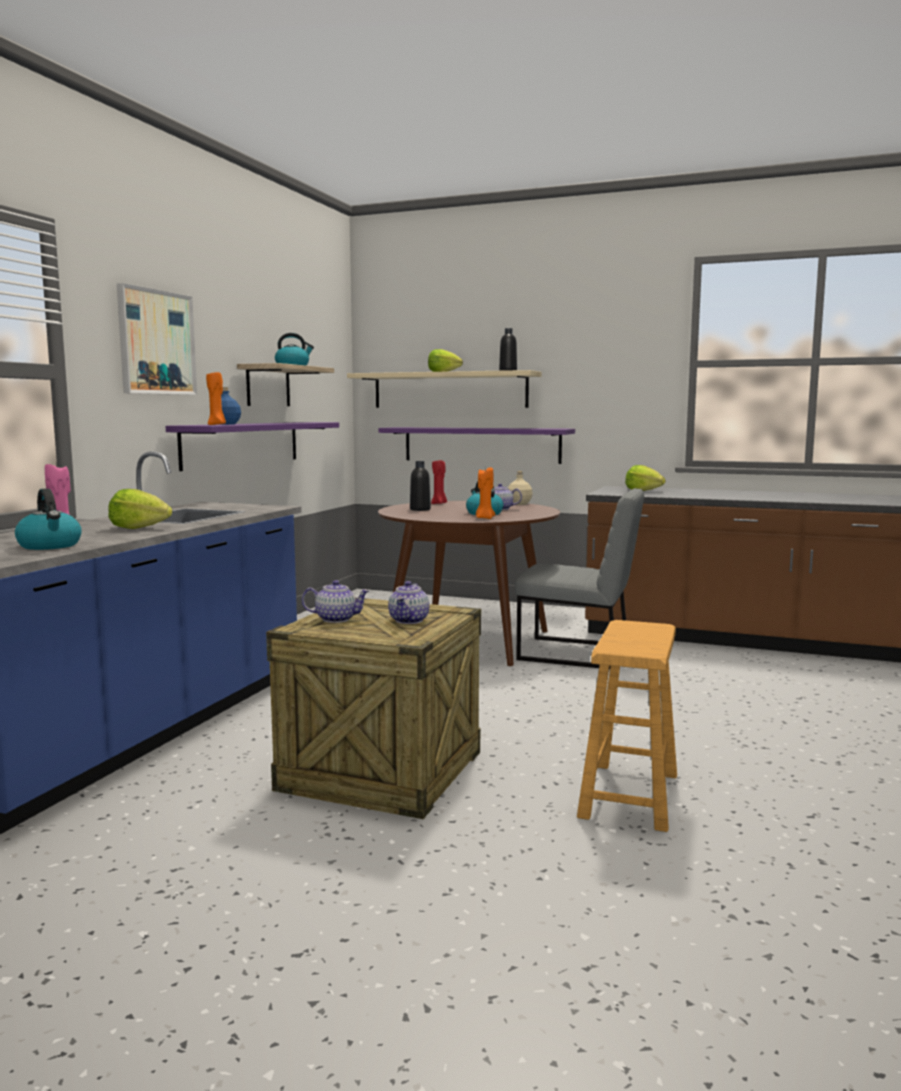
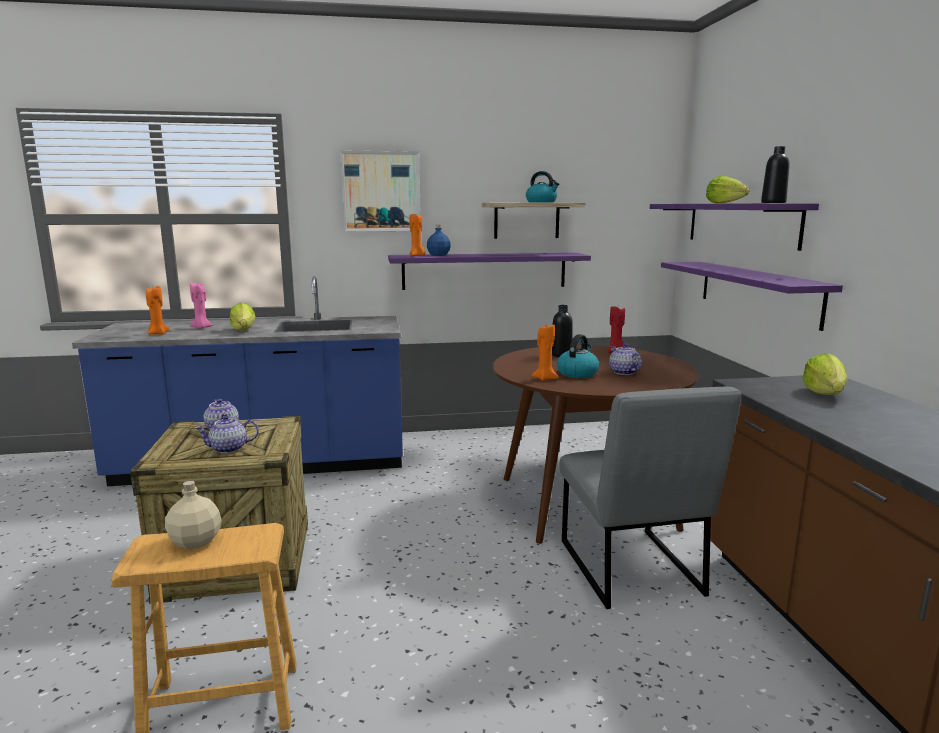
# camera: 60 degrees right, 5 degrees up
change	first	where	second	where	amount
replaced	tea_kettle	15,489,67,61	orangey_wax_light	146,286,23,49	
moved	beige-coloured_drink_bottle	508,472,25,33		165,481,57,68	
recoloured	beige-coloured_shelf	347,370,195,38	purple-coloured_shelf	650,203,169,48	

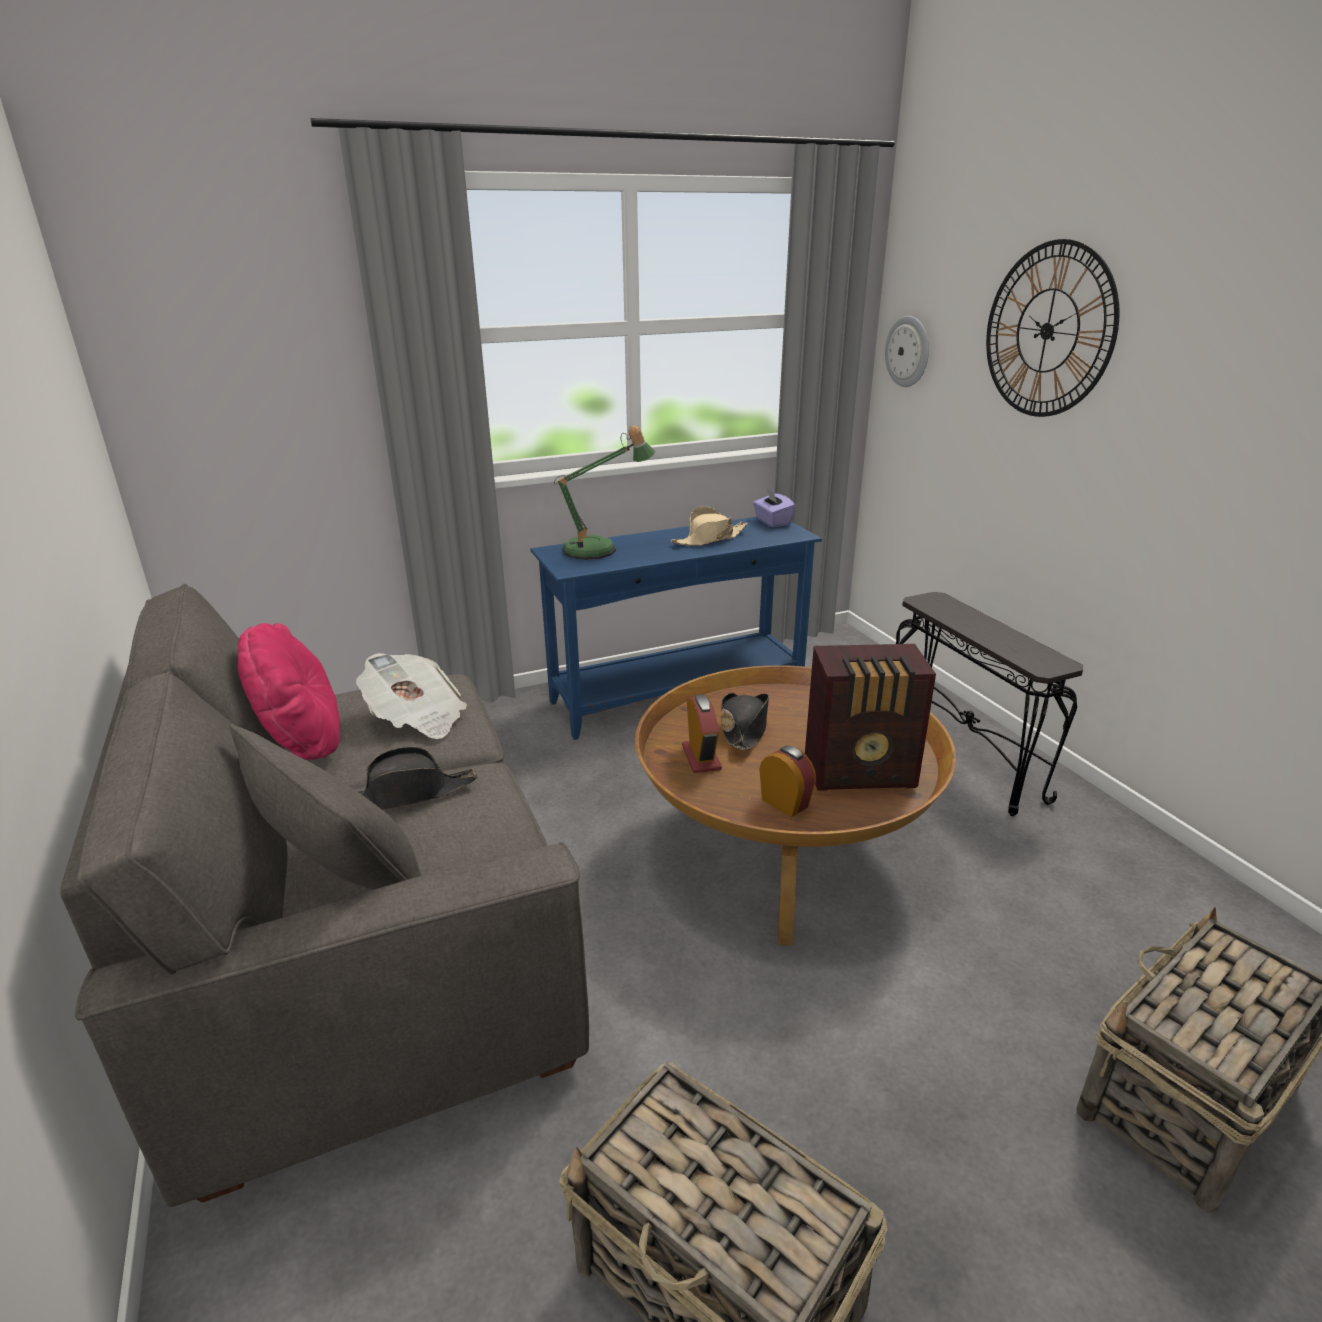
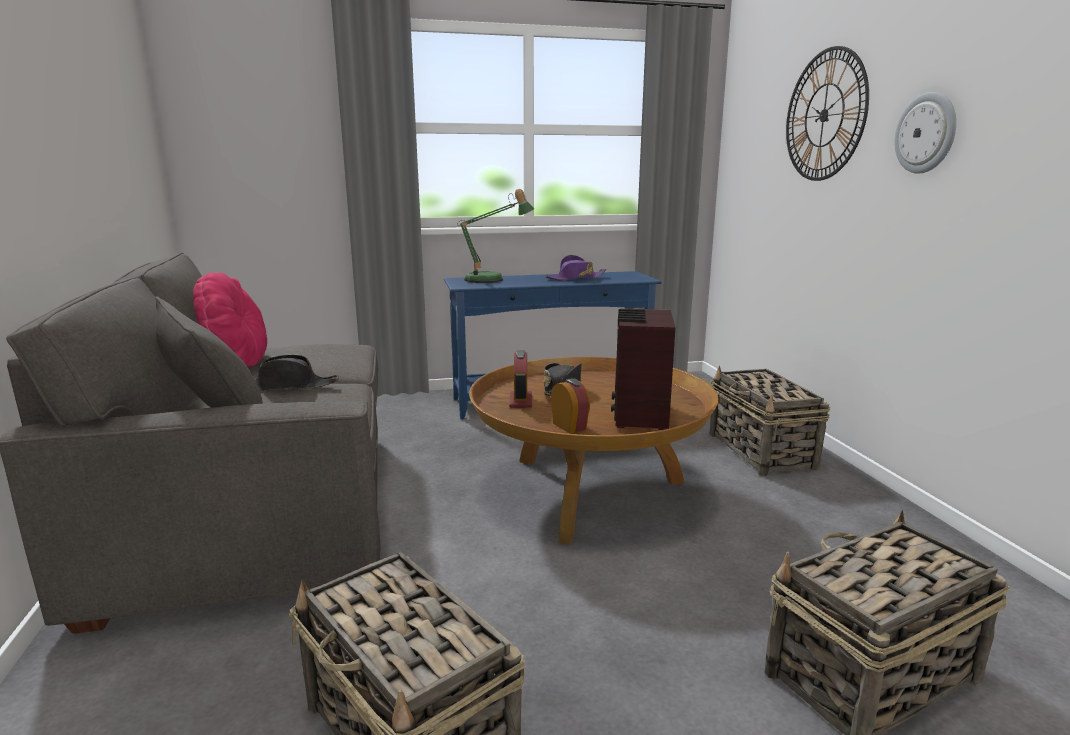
# camera: 10 degrees right, 10 degrees down
change	first	where	second	where	amount
recoloured	beige-coloured_clothing_hat	671,506,77,40	purple-coloured_clothing_hat	544,255,62,26	
turned	radio	805,644,131,147		611,308,64,122	90 degrees clockwise
replaced	black-coloured_side_table	896,592,187,224	basket	709,365,121,111	
moved	clock_on_the_wall	885,316,44,71		894,92,62,82	
removed	printed_paper	356,653,111,86			
removed	purple-coloured_tissue_holder	753,489,42,38			

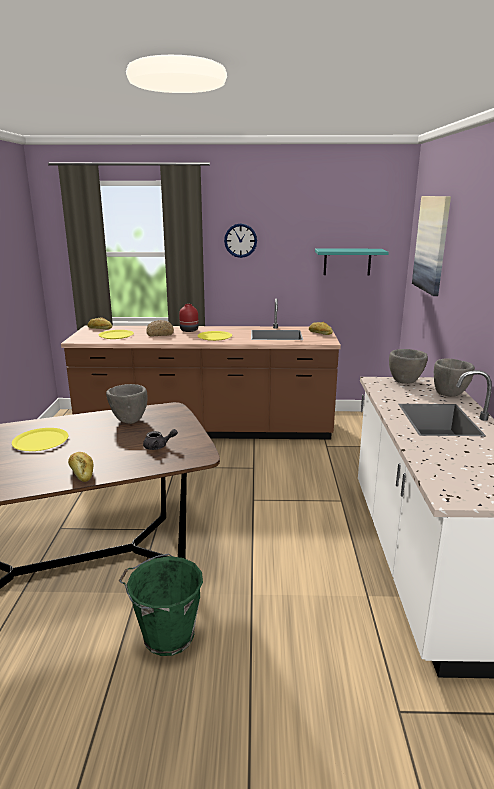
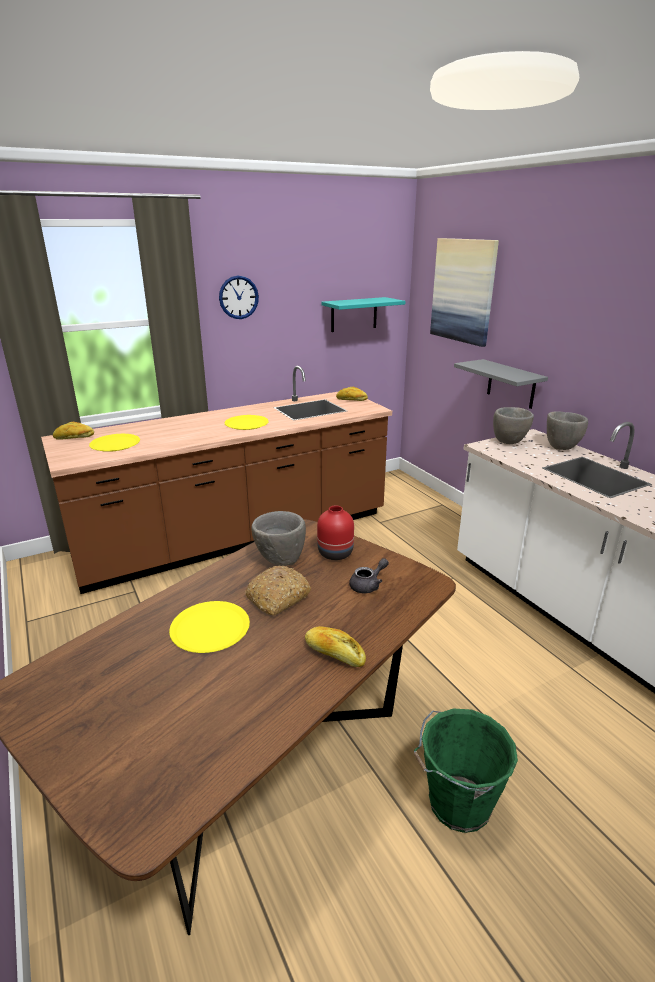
# camera: 30 degrees left, 5 degrees up
change	first	where	second	where	amount
moved	baked_bread	146,320,28,16		245,565,66,50	
moved	red_flower_vase	179,304,20,28		317,505,37,55	
added			grey_shelf	454,359,94,50	

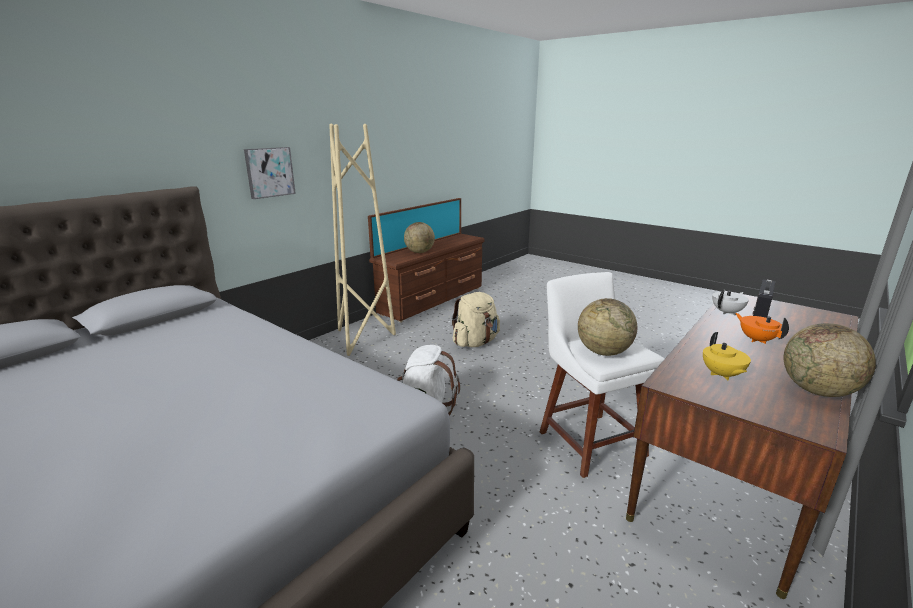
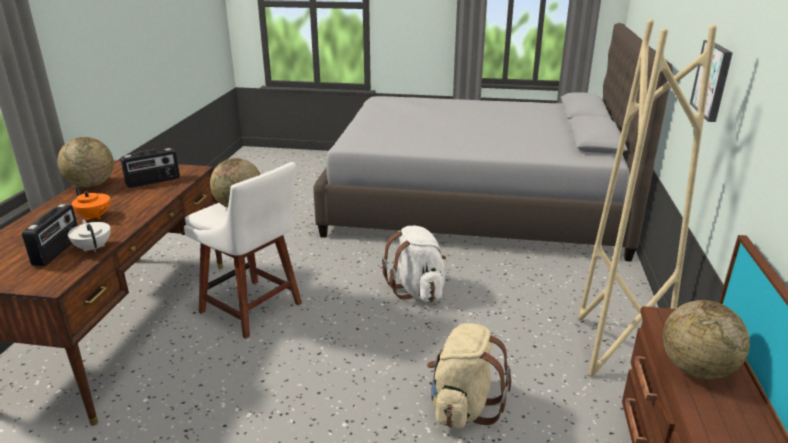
# camera: 150 degrees right, 5 degrees up
change	first	where	second	where	amount
turned	whitish_teapot	712,289,37,26		68,220,43,32	120 degrees clockwise
replaced	yellowish_teapot	703,332,48,49	radio	120,148,60,40	

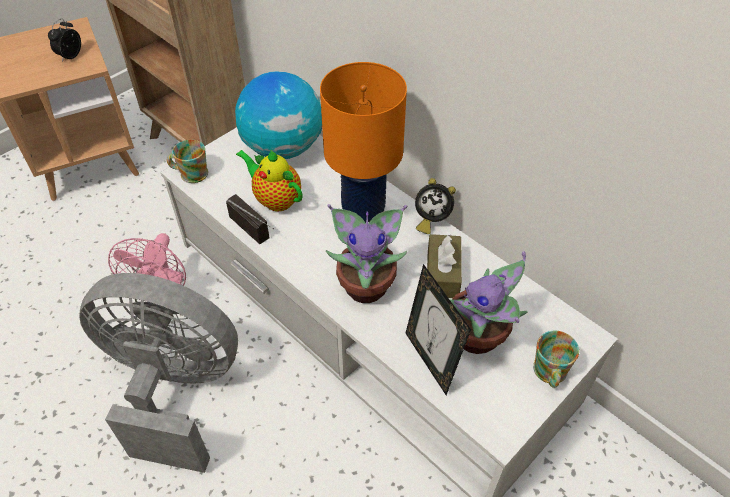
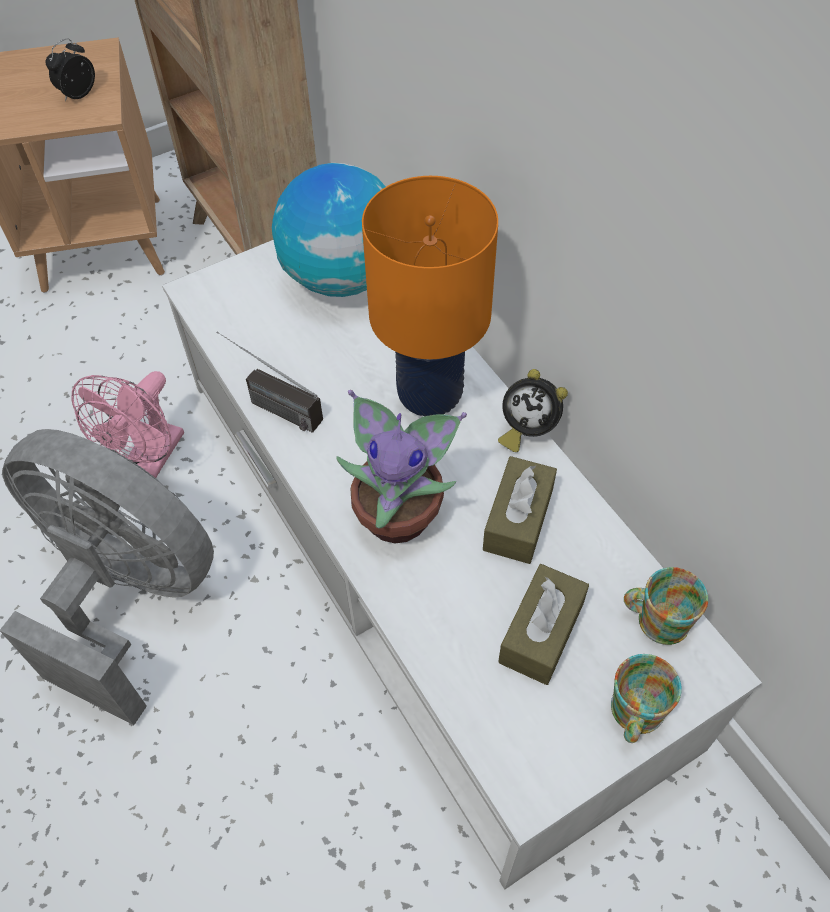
# camera: 15 degrees right, 5 degrees up
change	first	where	second	where	amount
turned	radio	226,194,48,50		216,331,107,102	150 degrees clockwise
replaced	houseplant	450,252,77,102	brown_tissue_holder	498,564,91,121	
moved	mug	167,140,41,43		624,567,84,78	
removed	teapot	236,149,66,63			
removed	standing_frame	406,264,65,131			

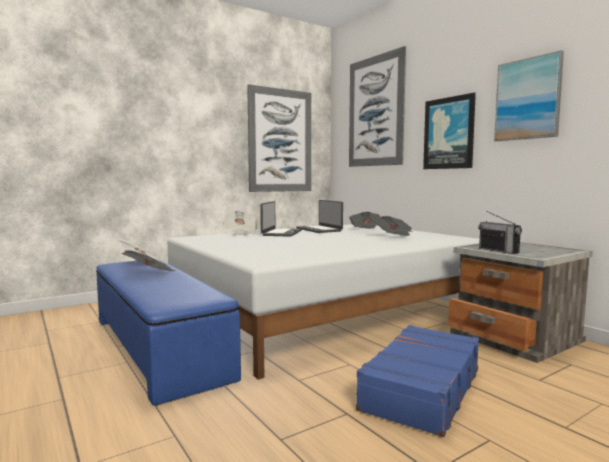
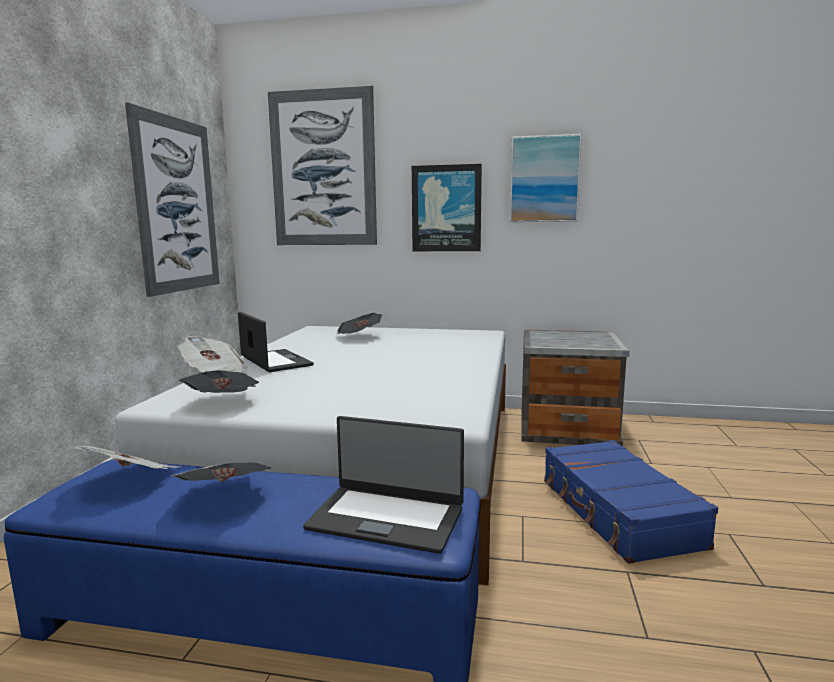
# camera: 45 degrees left, 5 degrees up
change	first	where	second	where	amount
moved	printed_paper	374,216,38,20		179,370,80,23	
moved	laptop	296,200,47,33		303,416,161,138	
removed	radio	478,211,44,43			

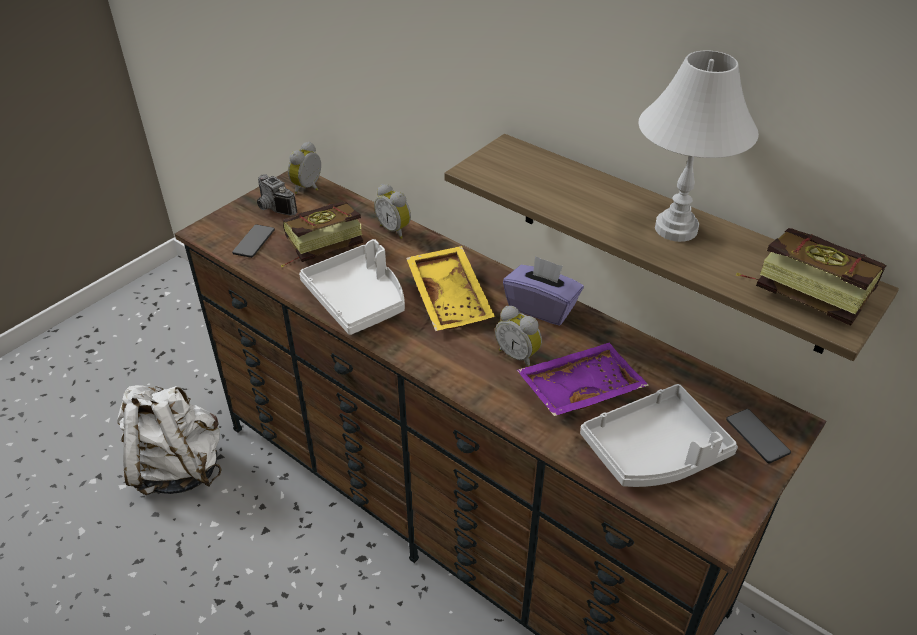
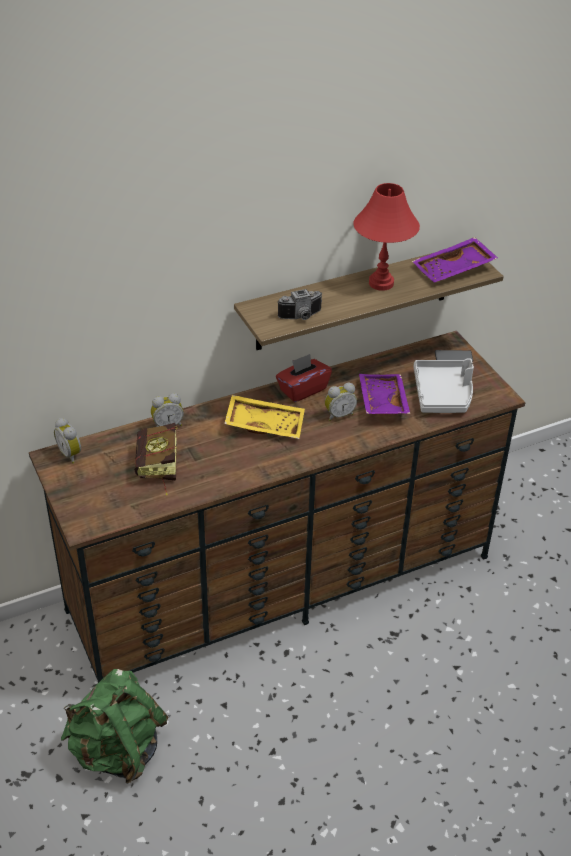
# camera: 65 degrees left, 0 degrees up
change	first	where	second	where	amount
recoloured	whitish_backpack	117,385,105,110	green-coloured_backpack	61,669,108,115	
recoloured	purple-coloured_tissue_holder	503,256,81,69	red_tissue_holder	276,354,56,48	
moved	photo_camera	257,174,41,42		277,289,45,31	
recoloured	whitish_tabletop_lamp	638,50,121,192	red_tabletop_lamp	353,183,67,108	
replaced	volume	736,228,151,98	purple-coloured_tray	412,237,86,46	
removed	telephone	232,224,43,34			
removed	whitish_tray	299,239,106,96			

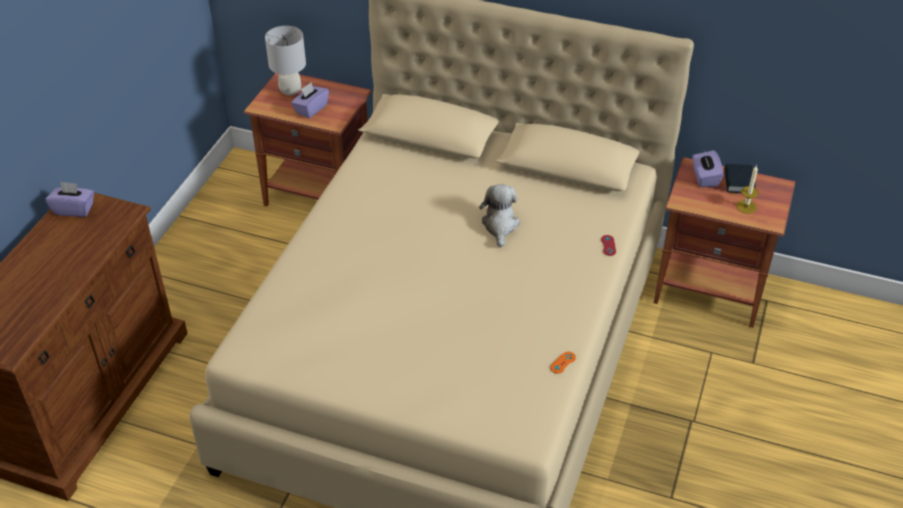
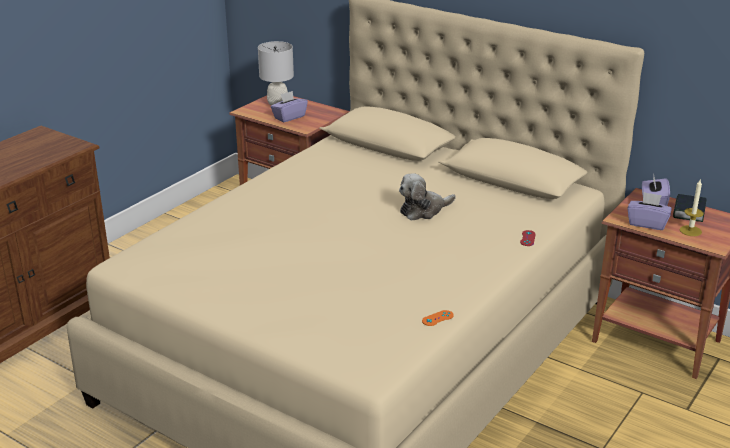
# camera: 15 degrees right, 15 degrees down
change	first	where	second	where	amount
turned	soft_toy	479,184,41,63		399,174,56,46	135 degrees counterclockwise
moved	purple-coloured_tissue_holder	45,182,49,35		627,192,45,38	

